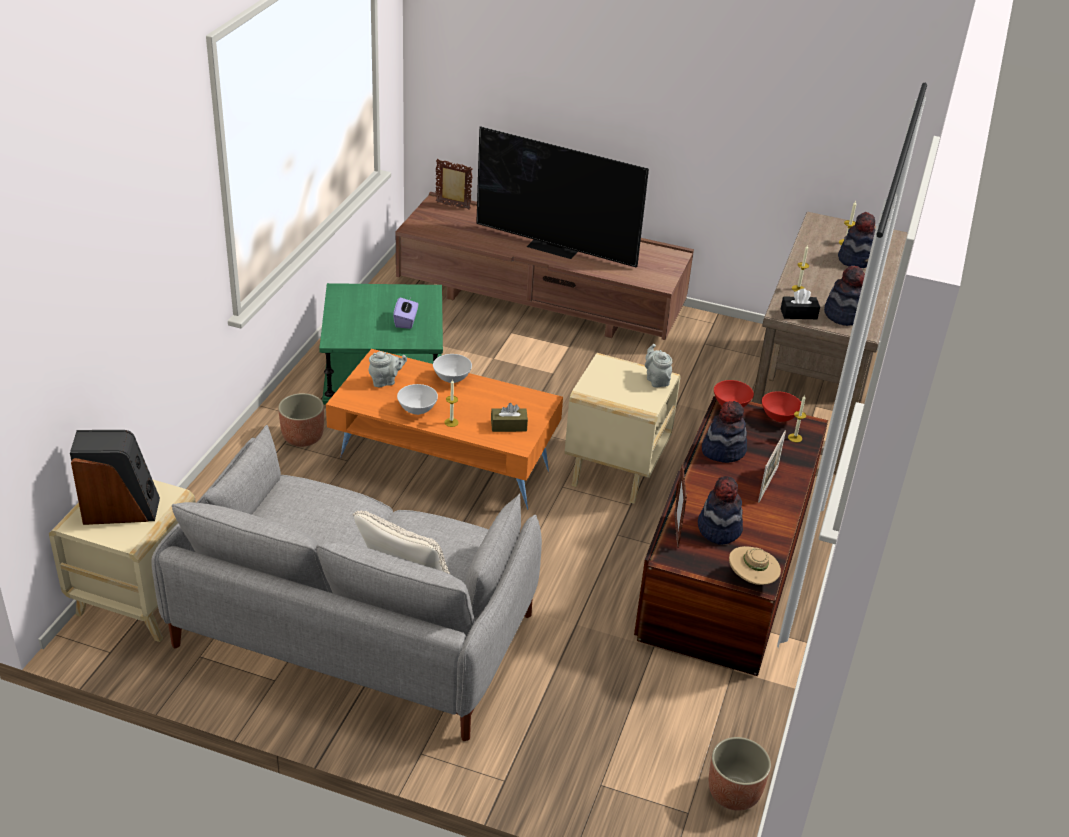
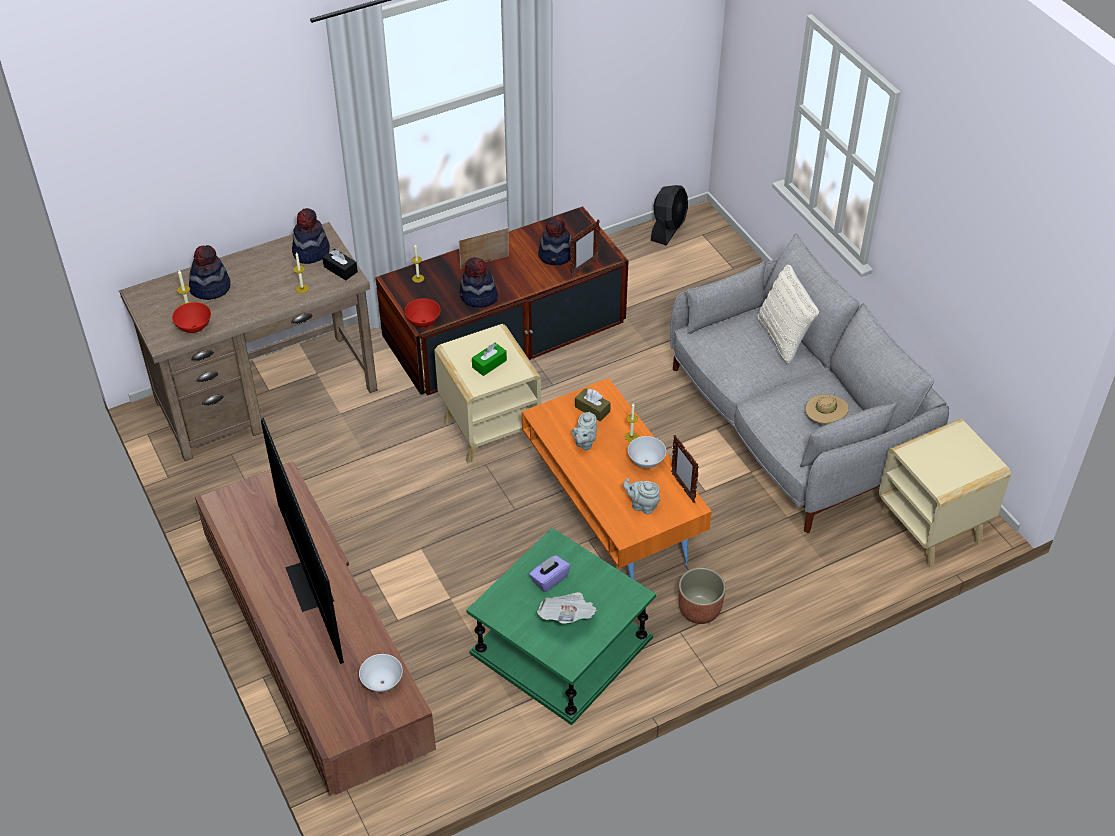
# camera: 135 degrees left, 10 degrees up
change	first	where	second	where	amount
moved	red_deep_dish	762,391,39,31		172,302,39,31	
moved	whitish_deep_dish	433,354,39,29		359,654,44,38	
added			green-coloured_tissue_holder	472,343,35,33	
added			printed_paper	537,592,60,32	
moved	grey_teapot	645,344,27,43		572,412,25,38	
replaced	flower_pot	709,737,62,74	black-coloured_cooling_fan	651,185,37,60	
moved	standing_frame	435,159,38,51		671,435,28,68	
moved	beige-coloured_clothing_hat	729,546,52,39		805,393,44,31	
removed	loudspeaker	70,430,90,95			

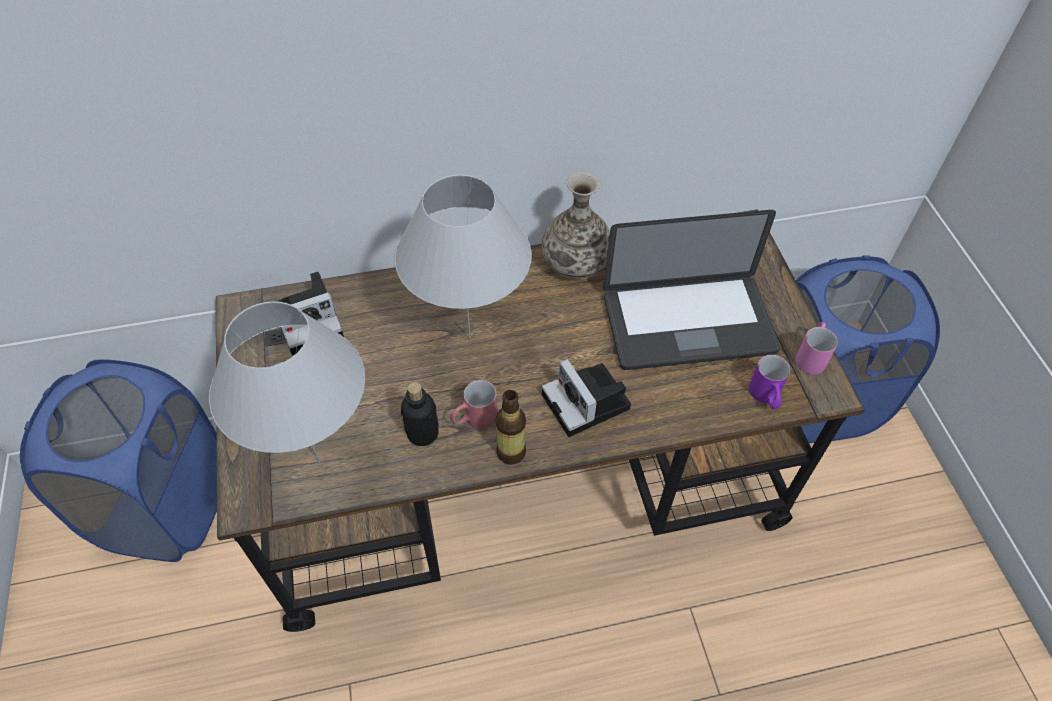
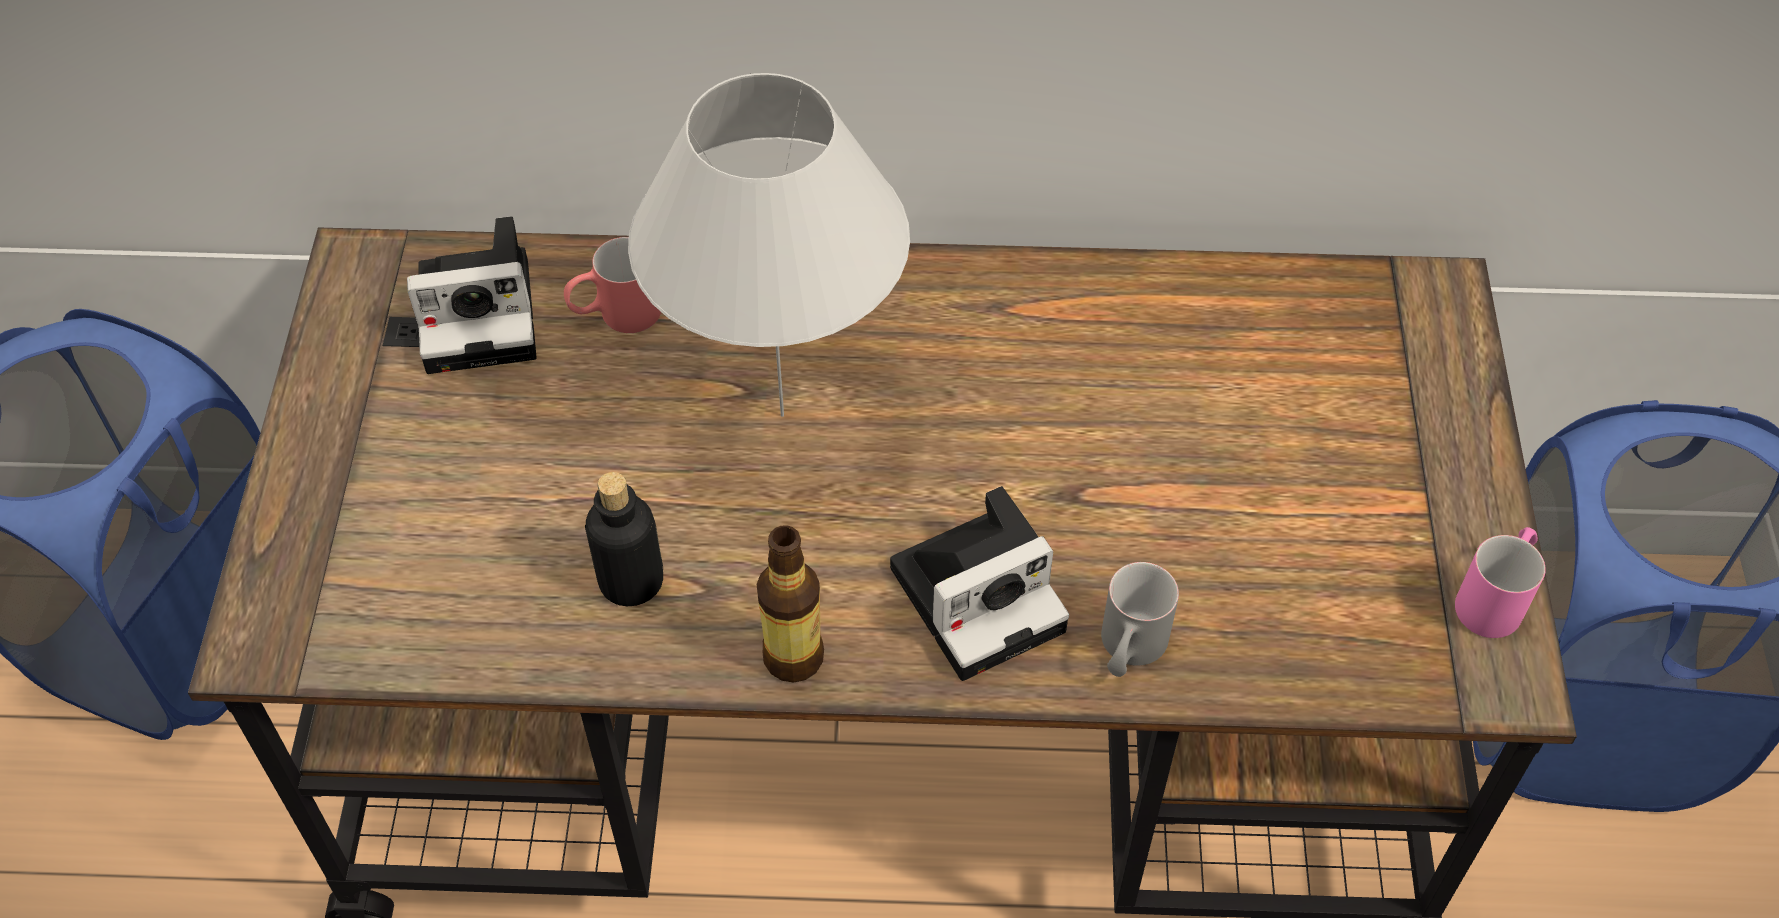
# camera: 15 degrees right, 0 degrees up
change	first	where	second	where	amount
moved	red_mug	450,380,47,49		564,237,97,96	
turned	photo_camera	542,359,89,78		890,486,179,195	105 degrees counterclockwise
added			grey_mug	1101,562,78,115	
removed	whitish_tabletop_lamp	209,302,156,160			
removed	flower_vase	542,172,68,108			
removed	laptop	603,210,177,160			
removed	purple-coloured_mug	749,355,41,54			

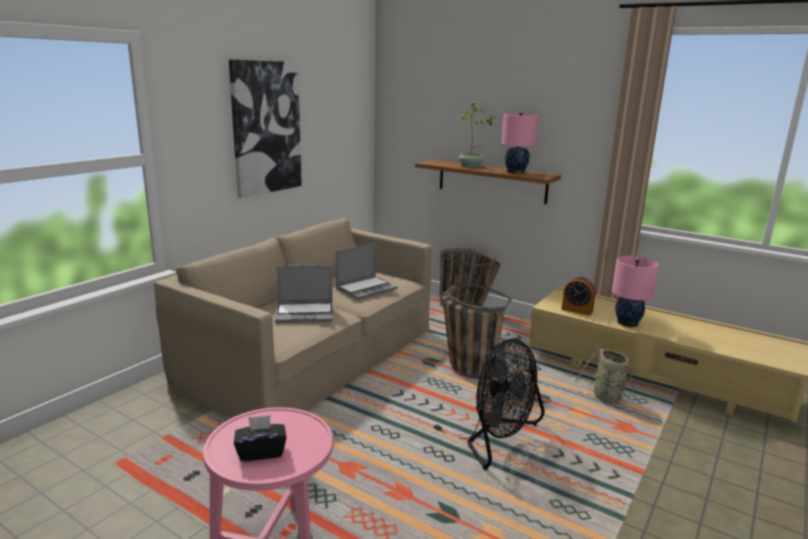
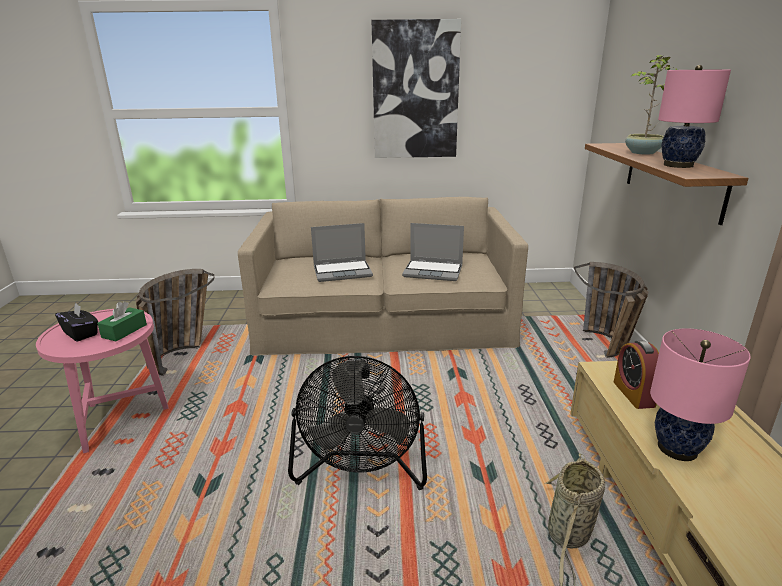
# camera: 55 degrees right, 5 degrees up
change	first	where	second	where	amount
added			green-coloured_tissue_holder	97,301,50,40	
moved	basket	442,284,69,95		136,269,78,107	
turned	laptop	275,265,58,58		311,223,62,59	60 degrees counterclockwise

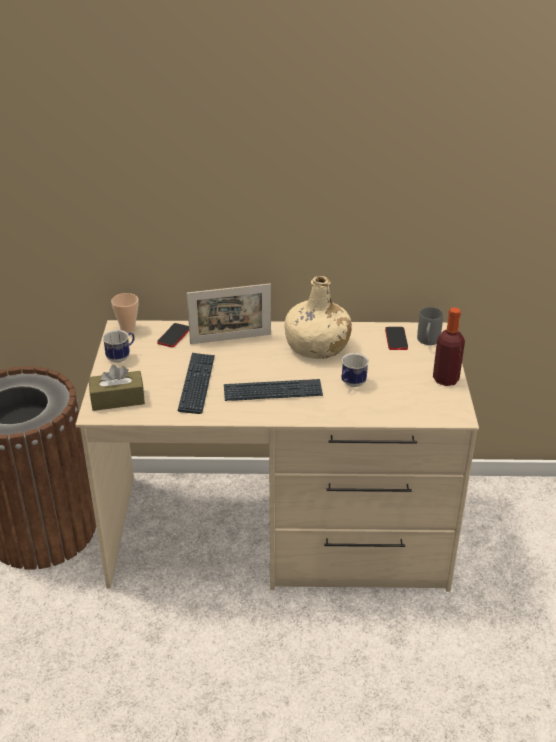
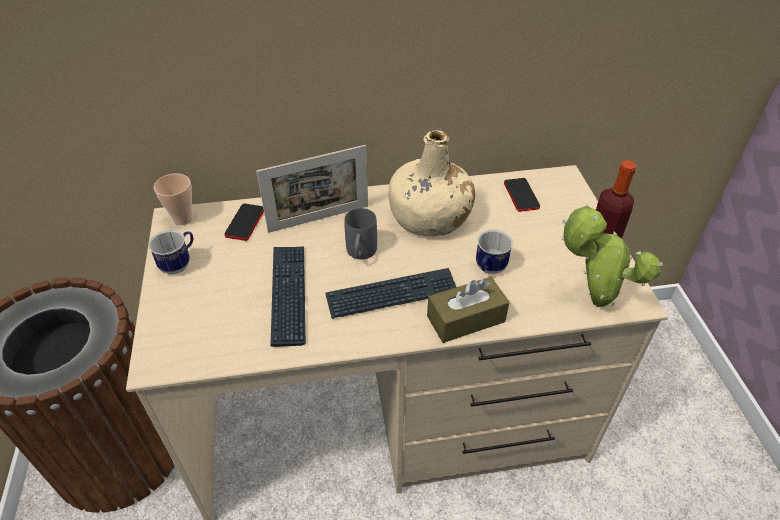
# camera: 10 degrees left, 10 degrees up
change	first	where	second	where	amount
moved	grey_mug	417,307,26,38		344,208,33,51	
moved	brown_tissue_holder	89,365,56,46		427,277,82,66	
added			houseplant	562,204,101,103	

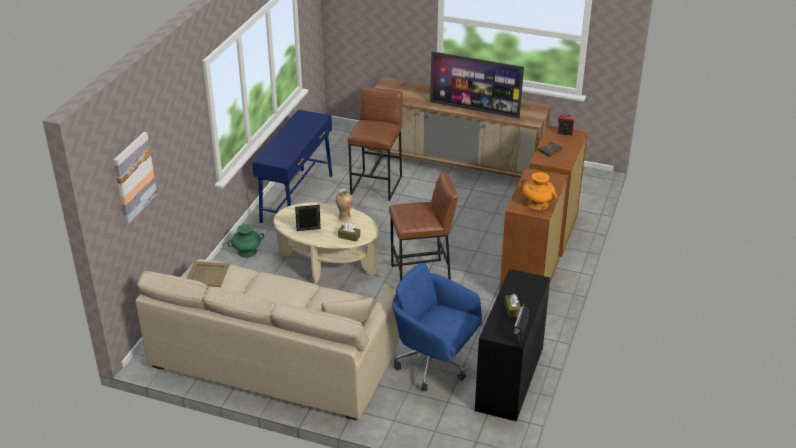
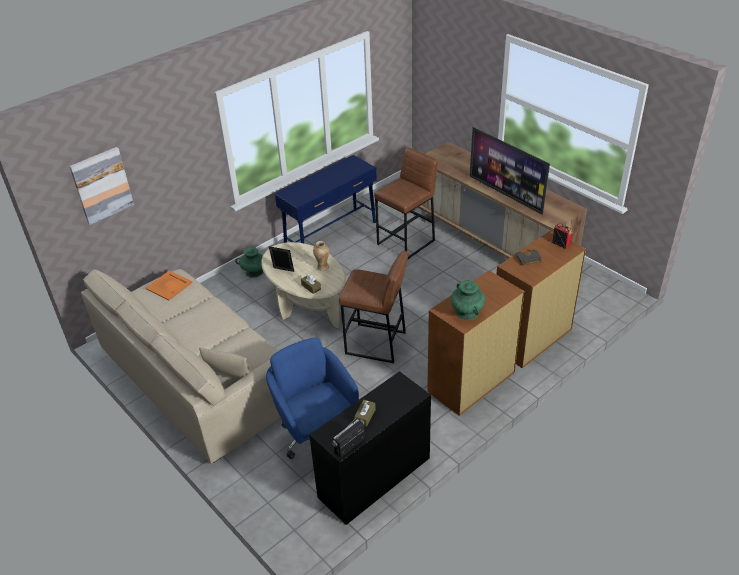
# camera: 30 degrees right, 5 degrees up
change	first	where	second	where	amount
recoloured	beige-coloured_tray	187,261,42,26	orangey_tray	146,270,47,30	
recoloured	orangey_flower_vase	521,172,36,38	green-coloured_flower_vase	451,281,34,39	

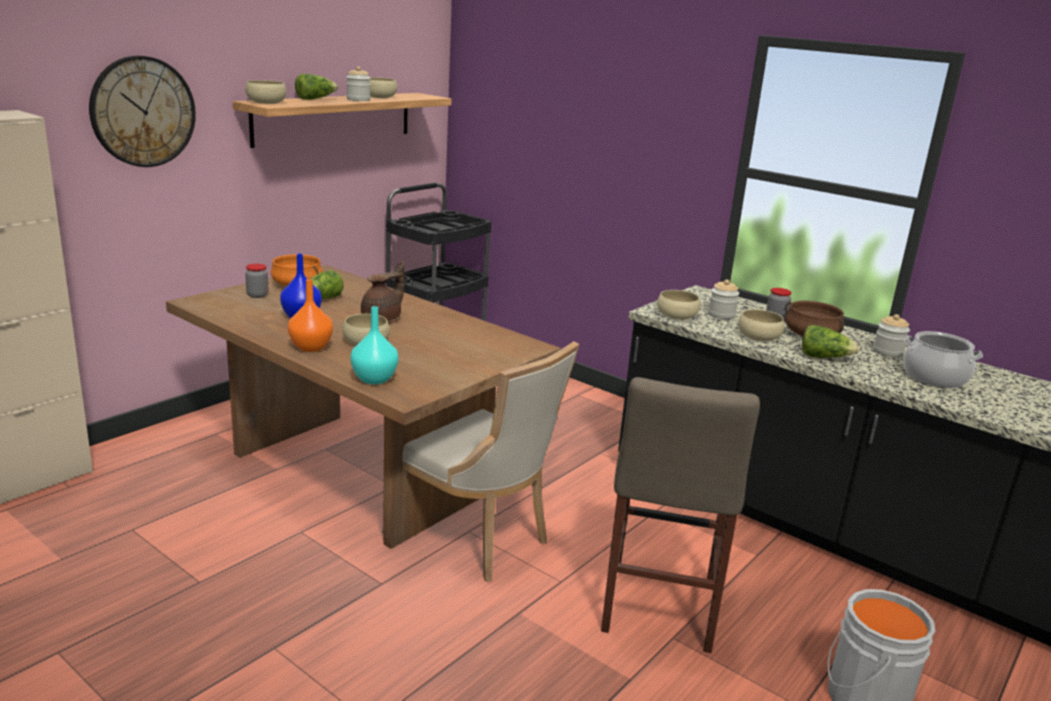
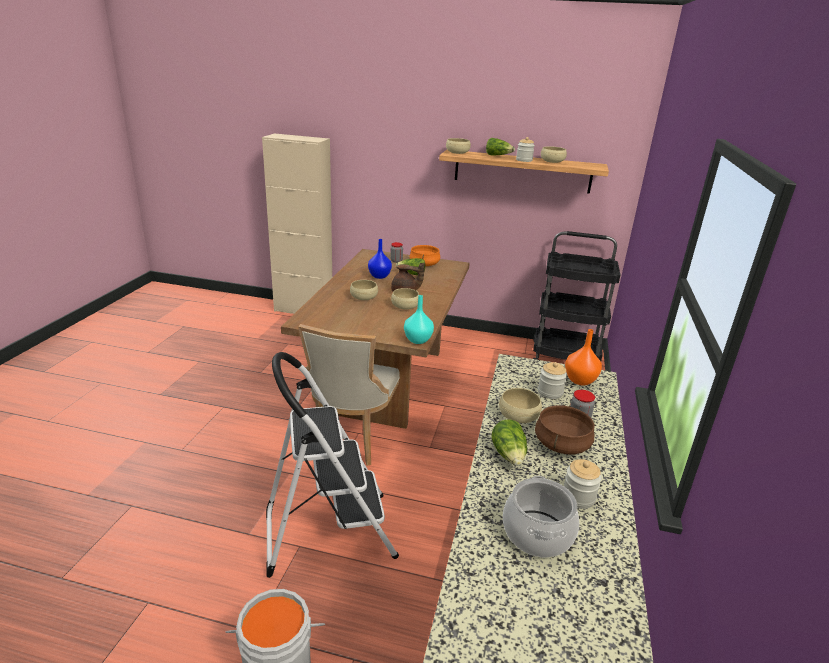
# camera: 65 degrees right, 5 degrees up
change	first	where	second	where	amount
replaced	beige-coloured_sitting_stool	601,377,159,276	step_ladder	266,352,133,226	
moved	beige-coloured_deep_dish	657,290,43,30		391,288,28,22	
moved	turquoise_flower_vase	351,306,48,78		404,295,30,49	
moved	orangey_flower_vase	288,279,45,73		565,329,37,57	
removed	clock_on_the_wall	89,56,107,111			

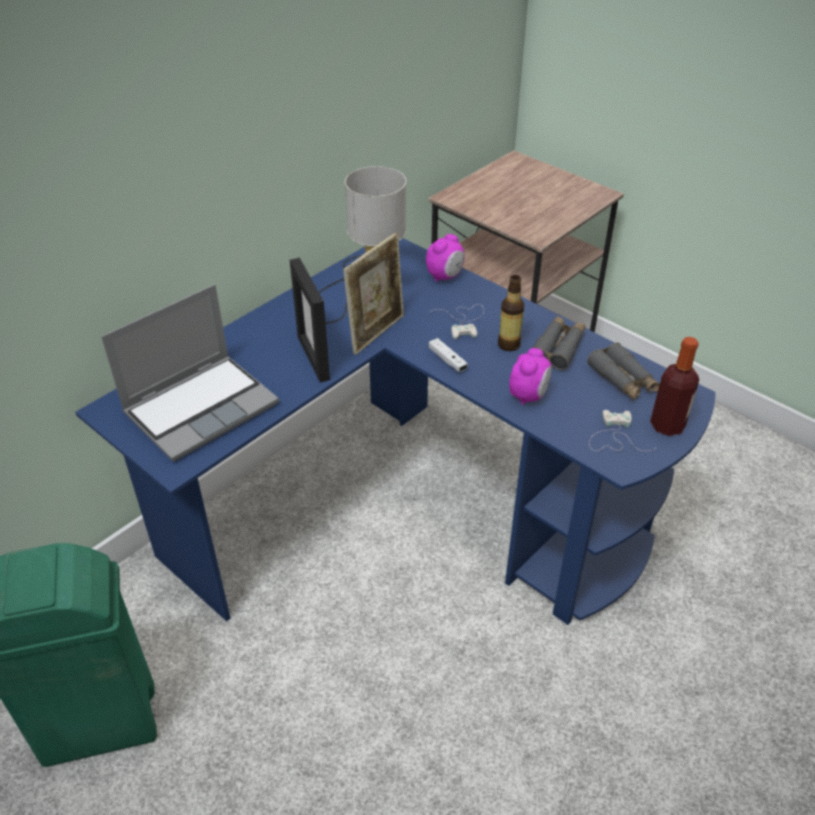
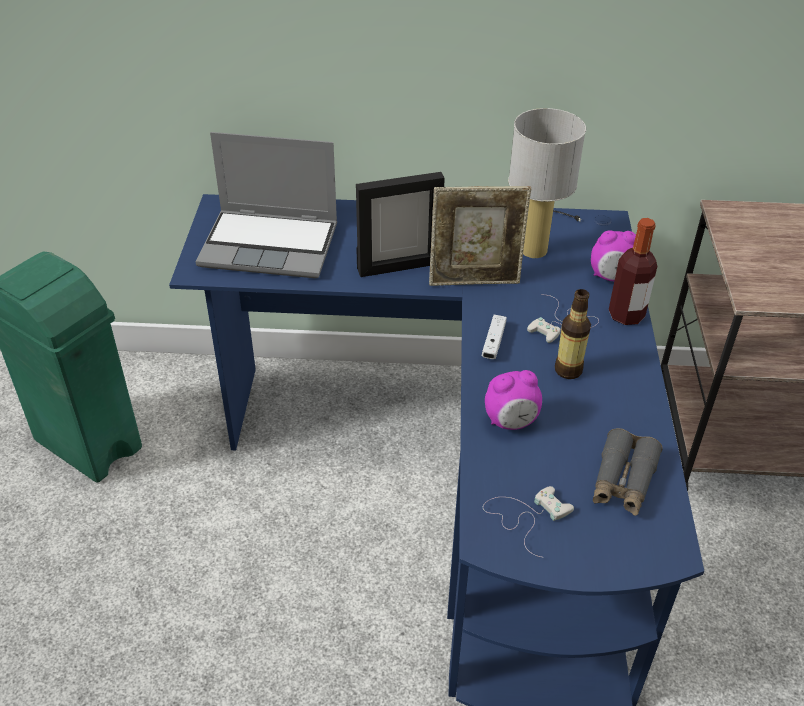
# camera: 50 degrees right, 0 degrees up
change	first	where	second	where	amount
turned	standing_frame	290,258,40,125		356,172,89,105	135 degrees counterclockwise
moved	drink_bottle	650,337,49,99		609,218,48,107	
removed	grey_binoculars	532,316,53,54			

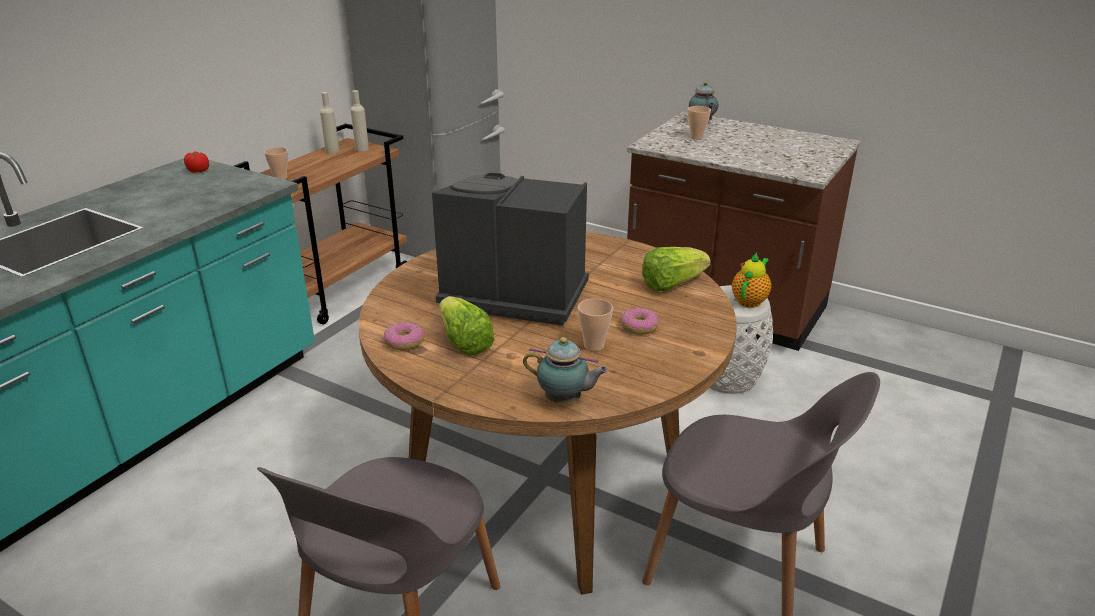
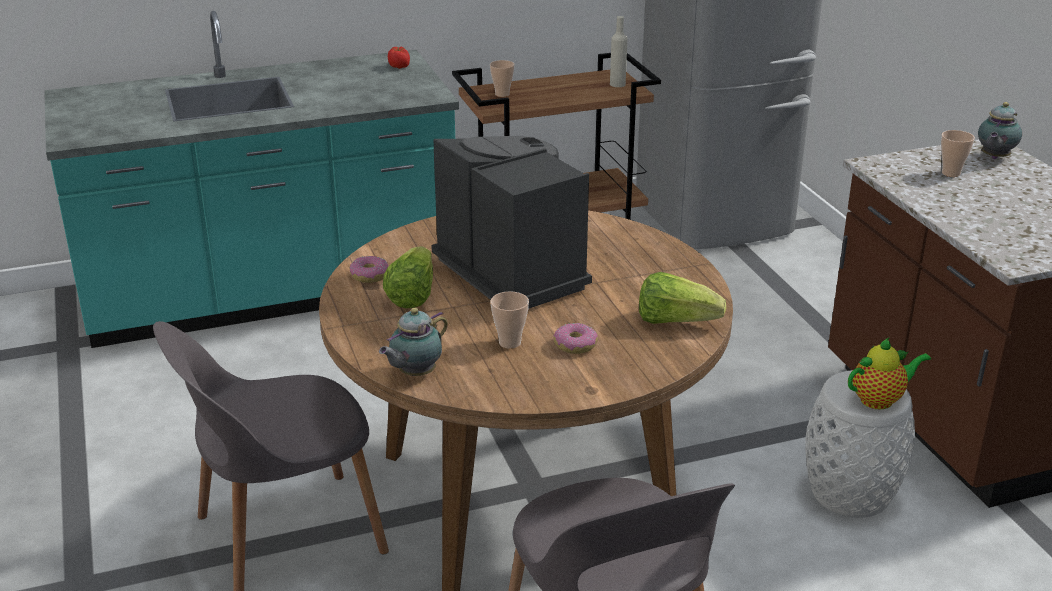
# camera: 40 degrees right, 0 degrees up
change	first	where	second	where	amount
turned	teapot	523,337,85,67		379,308,69,68	75 degrees clockwise
removed	beige-coloured_drink_bottle	320,92,19,62			

